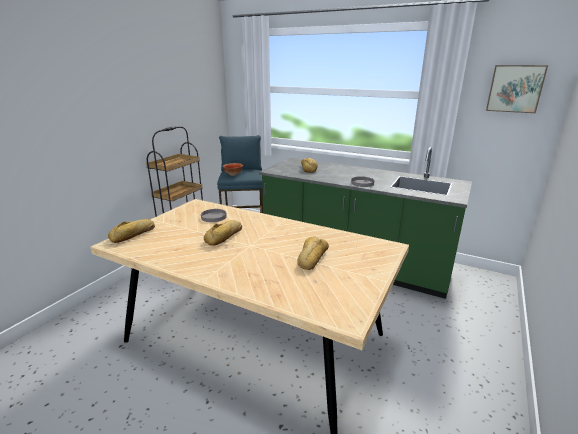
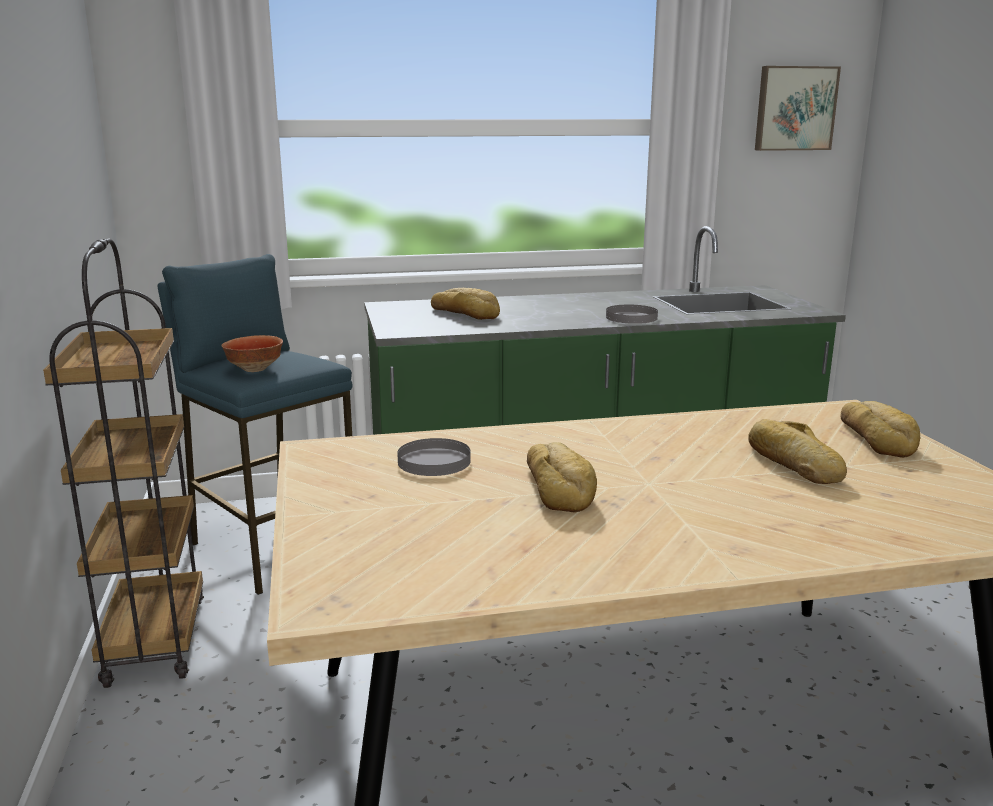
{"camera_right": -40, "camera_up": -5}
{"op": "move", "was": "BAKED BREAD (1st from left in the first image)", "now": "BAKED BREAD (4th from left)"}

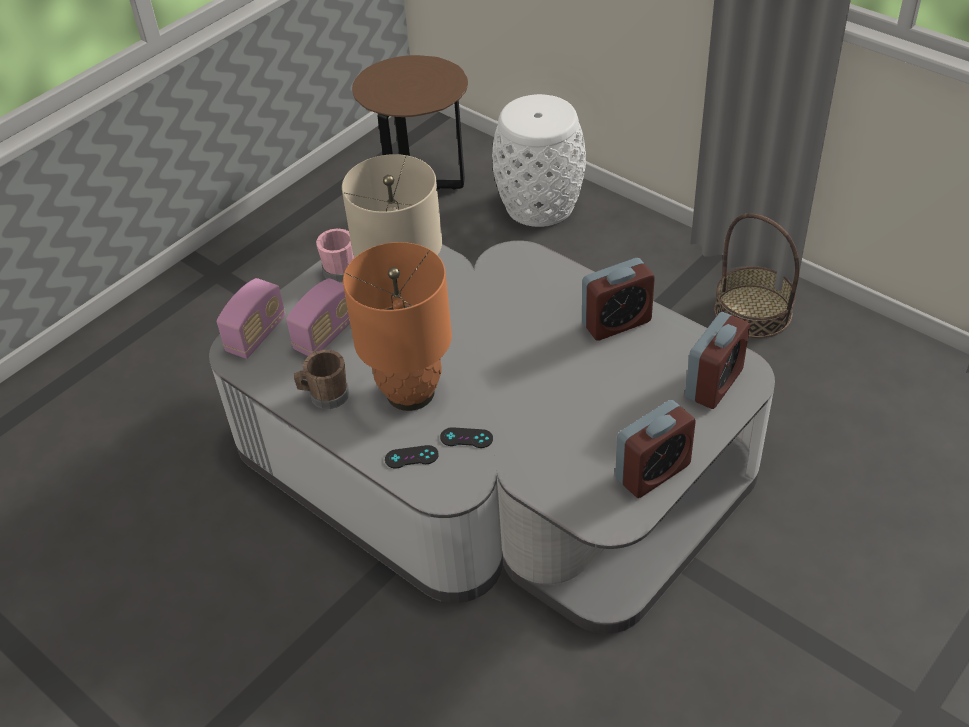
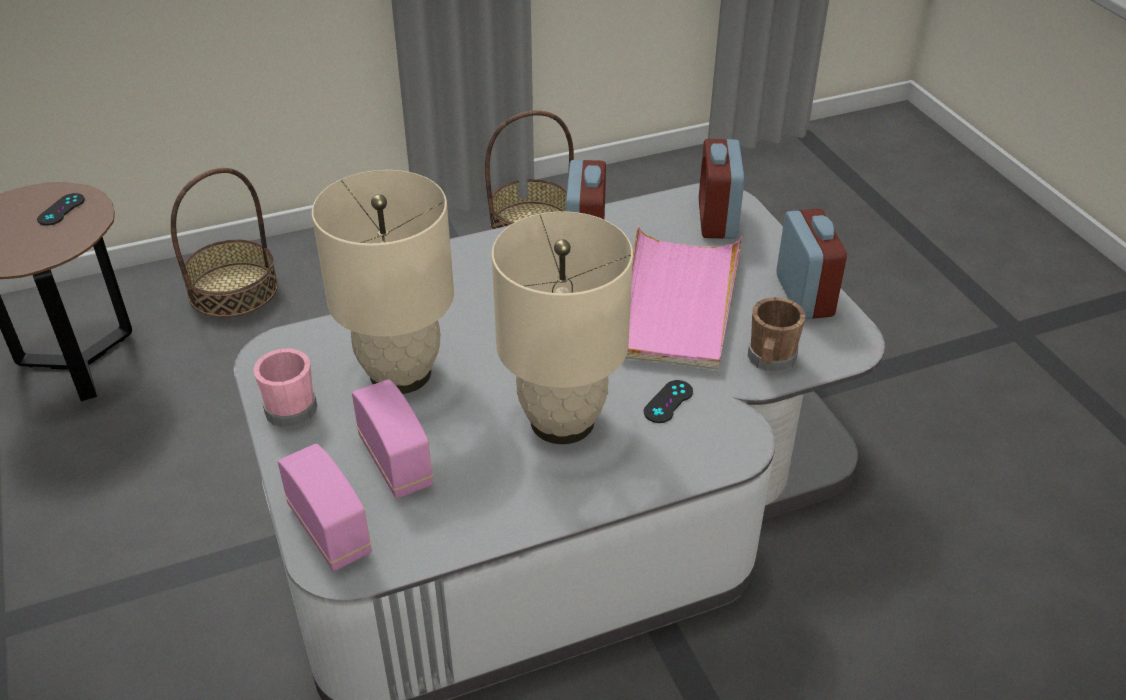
{"camera_right": -65, "camera_up": -5}
{"op": "move", "was": "BROWN TEA MUG"}
{"op": "recolor", "was": "ORANGE-COLOURED LAMP FOR A TABLE", "now": "BEIGE-COLOURED LAMP FOR A TABLE (2nd from left)"}
{"op": "move", "was": "BLACK-COLOURED GAME CONTROLLER (1st from left)"}
{"op": "replace", "was": "WHITE-COLOURED STOOL SEAT", "now": "HOUSEHOLD BASKET (1st from left)"}
{"op": "rotate", "was": "ALARM CLOCK (3rd from left in the first image)", "clockwise": -150}
{"op": "insert", "now": "PINK-COLOURED SERVING TRAY"}

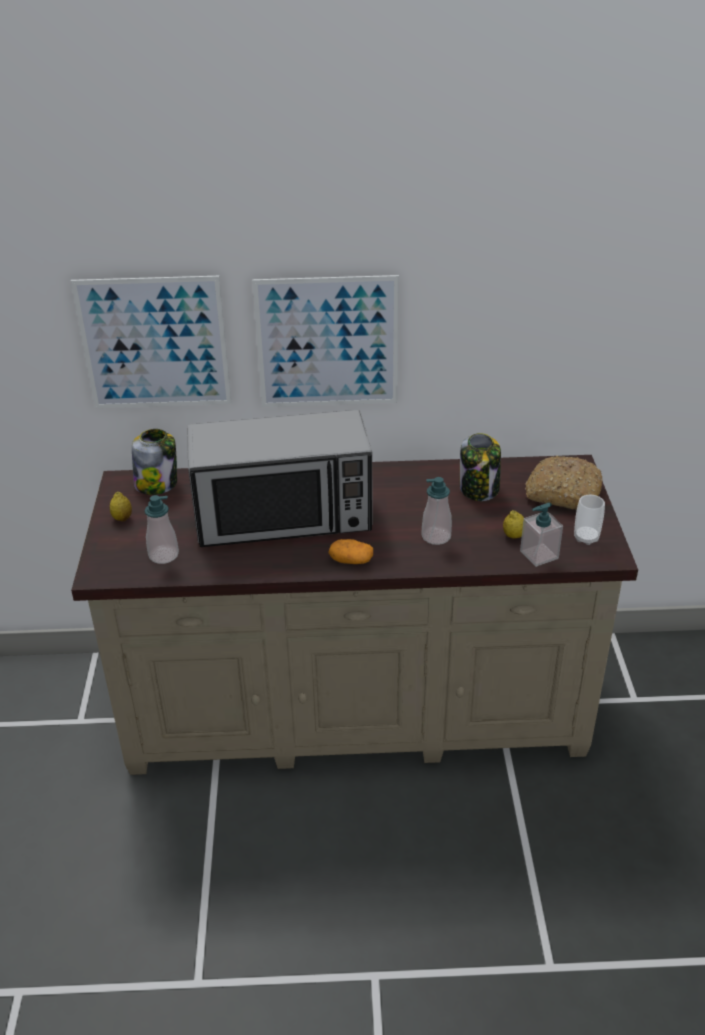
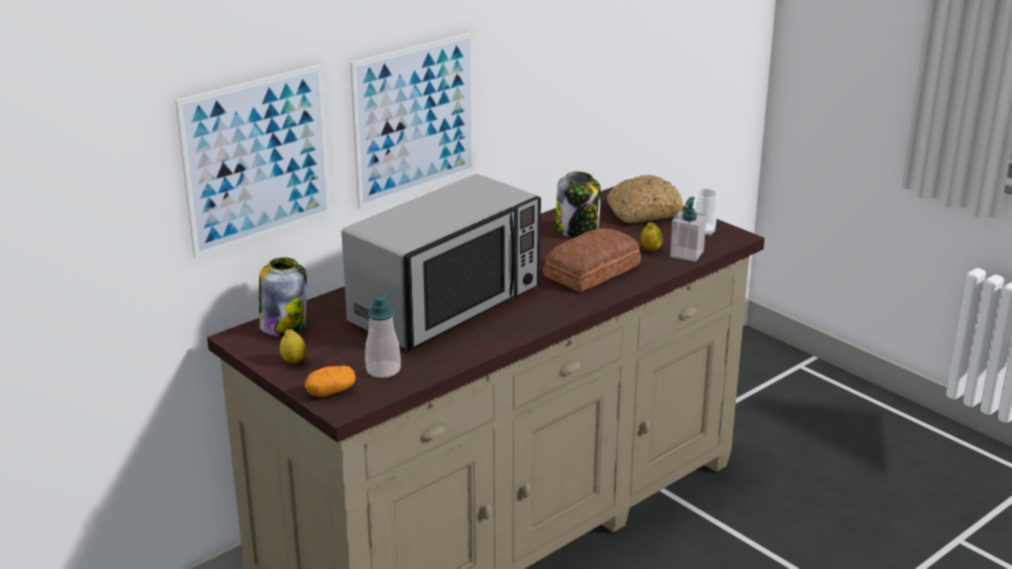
{"camera_right": -40, "camera_up": -10}
{"op": "move", "was": "POTATO"}
{"op": "replace", "was": "SOAP DISPENSER (2nd from left)", "now": "BAKED BREAD (1st from left)"}

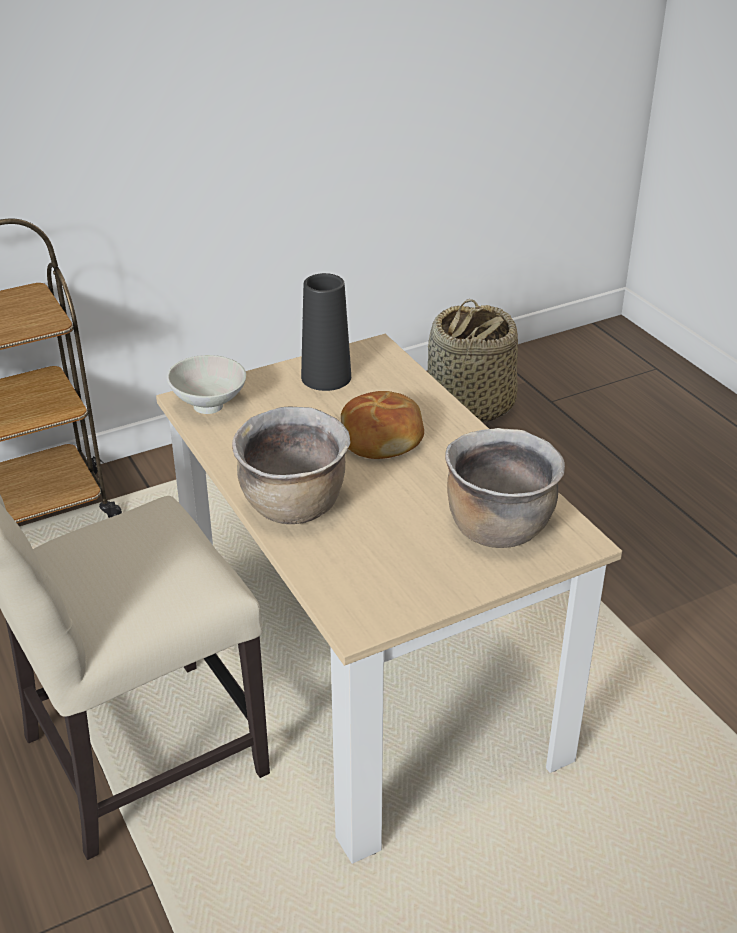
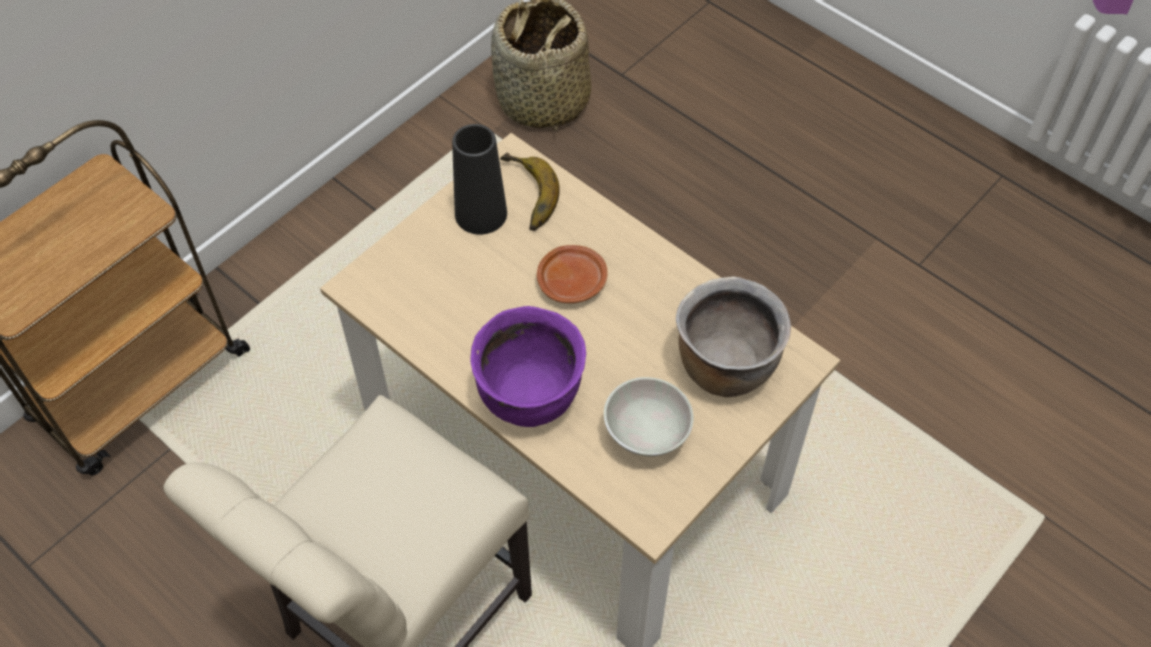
{"camera_right": -20, "camera_up": 20}
{"op": "move", "was": "WHITE-COLOURED BOWL"}
{"op": "recolor", "was": "BROWN STOCKPOT (1st from left)", "now": "PURPLE-COLOURED STOCKPOT"}
{"op": "replace", "was": "BAKED BREAD", "now": "BROWN FLAT DISH"}
{"op": "insert", "now": "BANANA"}

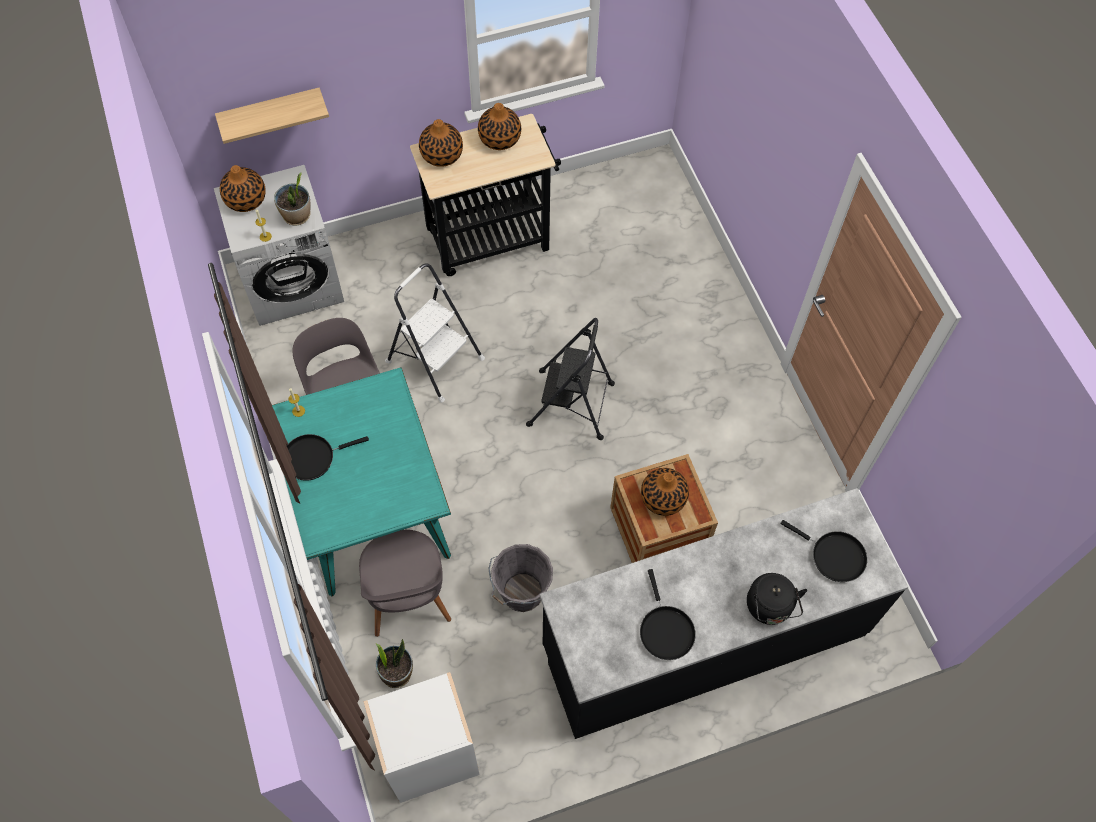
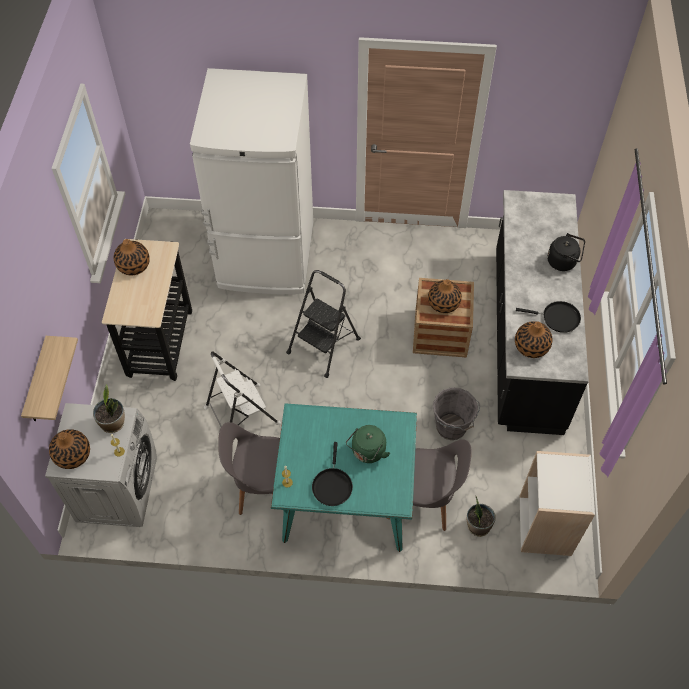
{"camera_right": -65, "camera_up": -5}
{"op": "move", "was": "DECORATIVE VASE (2nd from left in the first image)", "now": "DECORATIVE VASE (4th from left)"}
{"op": "delete", "was": "BLACK-COLOURED FRYING PAN (3rd from left)"}
{"op": "insert", "now": "WHITE-COLOURED KITCHEN FRIDGE"}
{"op": "insert", "now": "GREEN-COLOURED TEA KETTLE"}

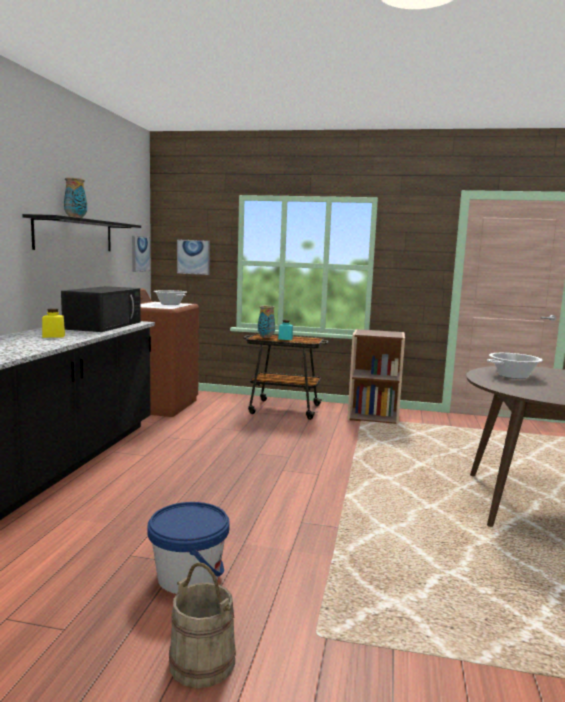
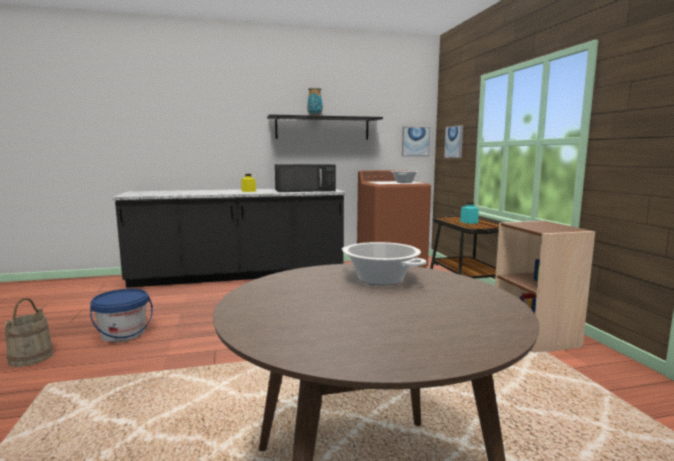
{"camera_right": 65, "camera_up": 0}
{"op": "delete", "was": "DECORATIVE VASE (2nd from left)"}

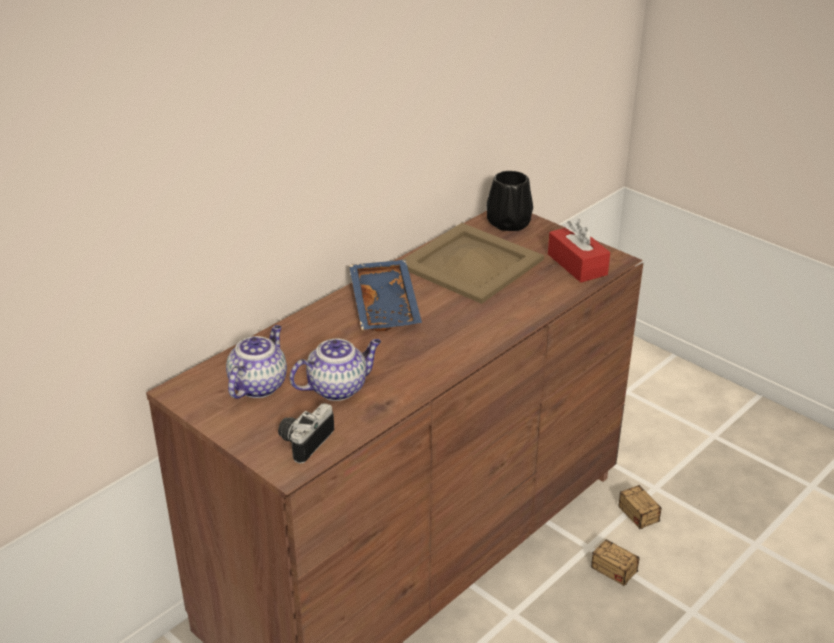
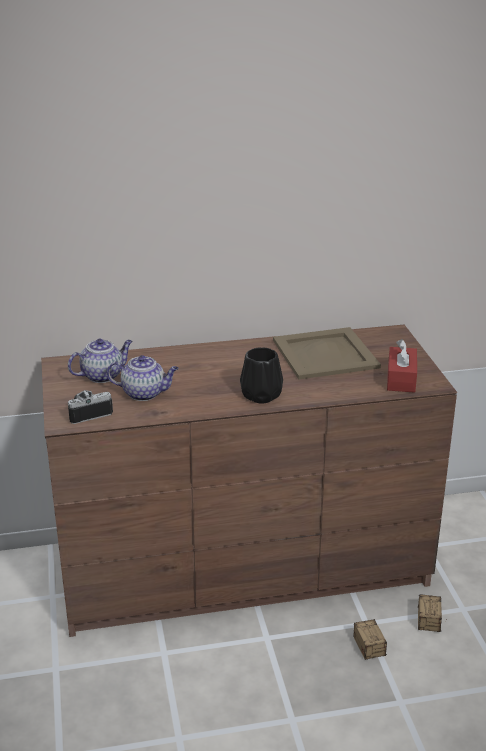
{"camera_right": 35, "camera_up": -5}
{"op": "delete", "was": "BLUE SERVING TRAY"}
{"op": "move", "was": "BLACK-COLOURED DECORATIVE VASE"}

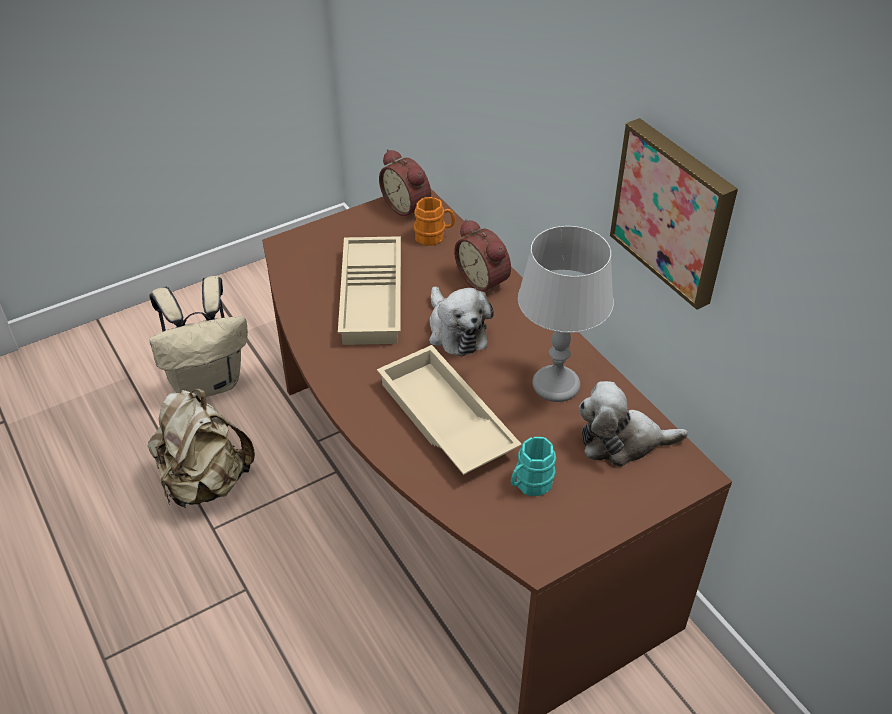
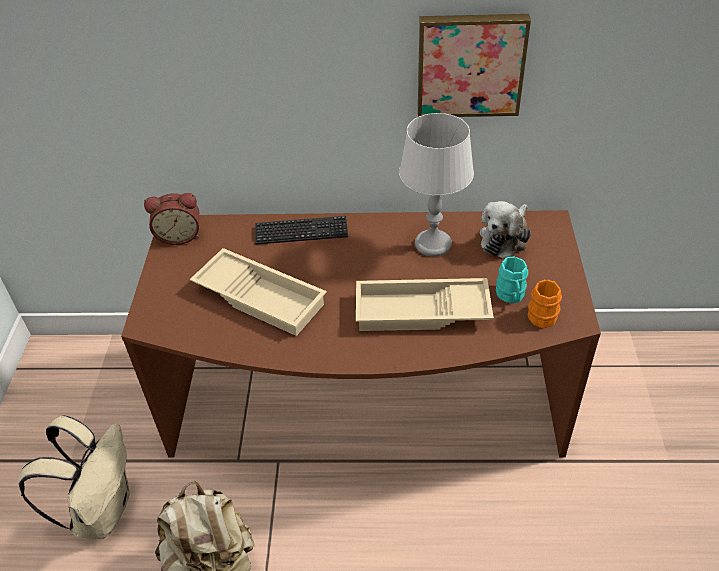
{"camera_right": -55, "camera_up": 0}
{"op": "move", "was": "ORANGE-COLOURED TEA MUG"}
{"op": "delete", "was": "PLUSH TOY (1st from left)"}
{"op": "replace", "was": "ALARM CLOCK (2nd from left)", "now": "KEYBOARD"}

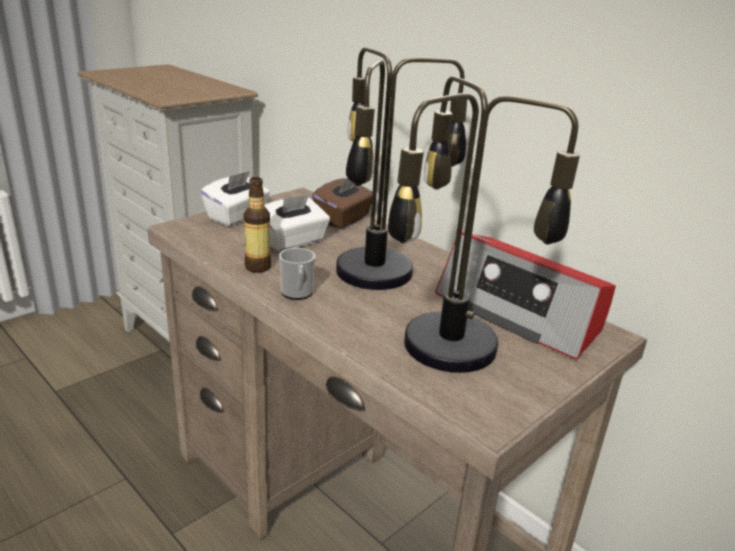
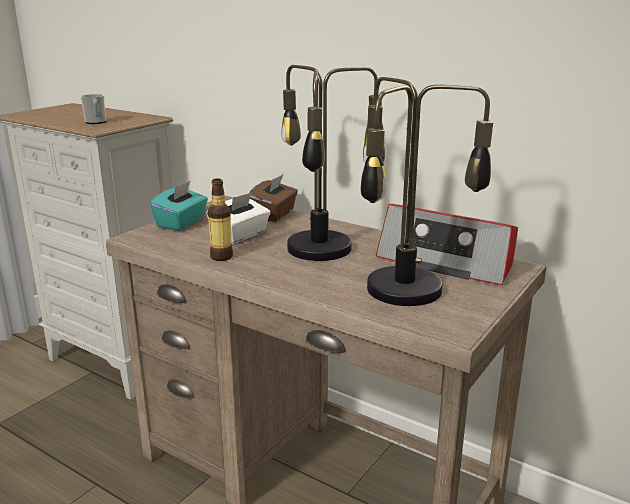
{"camera_right": -10, "camera_up": -5}
{"op": "recolor", "was": "WHITE-COLOURED TISSUE HOLDER (1st from left)", "now": "TURQUOISE TISSUE HOLDER"}
{"op": "move", "was": "TEA MUG"}

